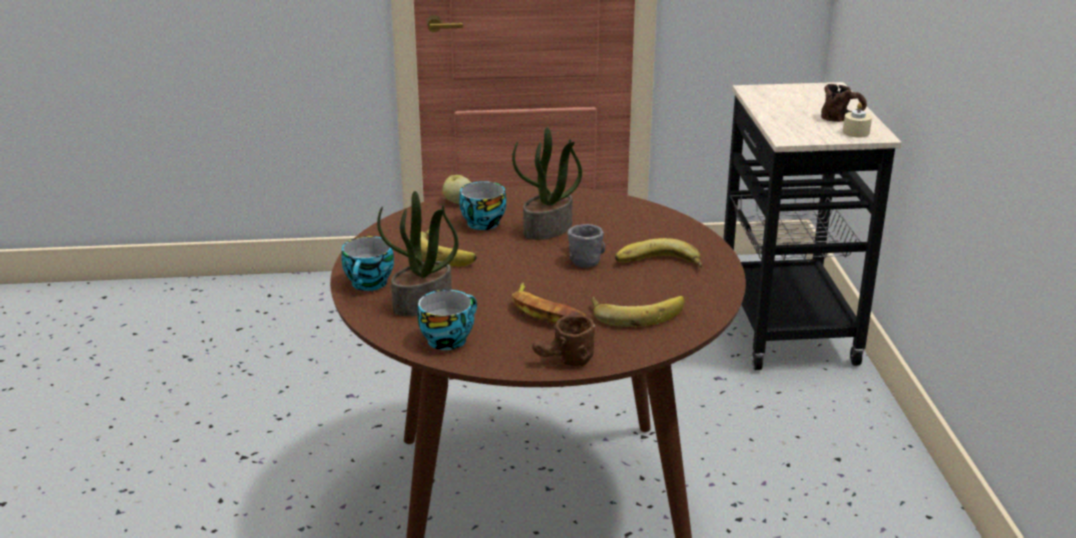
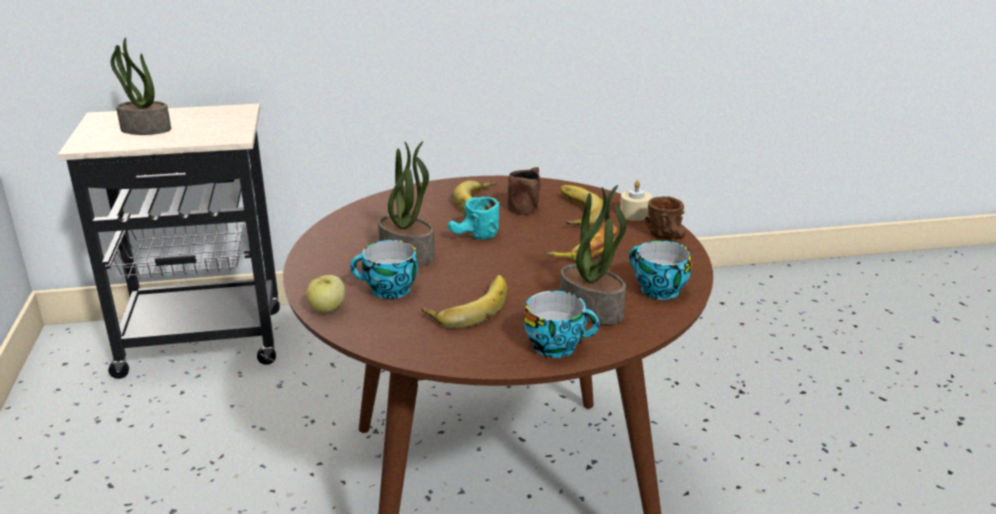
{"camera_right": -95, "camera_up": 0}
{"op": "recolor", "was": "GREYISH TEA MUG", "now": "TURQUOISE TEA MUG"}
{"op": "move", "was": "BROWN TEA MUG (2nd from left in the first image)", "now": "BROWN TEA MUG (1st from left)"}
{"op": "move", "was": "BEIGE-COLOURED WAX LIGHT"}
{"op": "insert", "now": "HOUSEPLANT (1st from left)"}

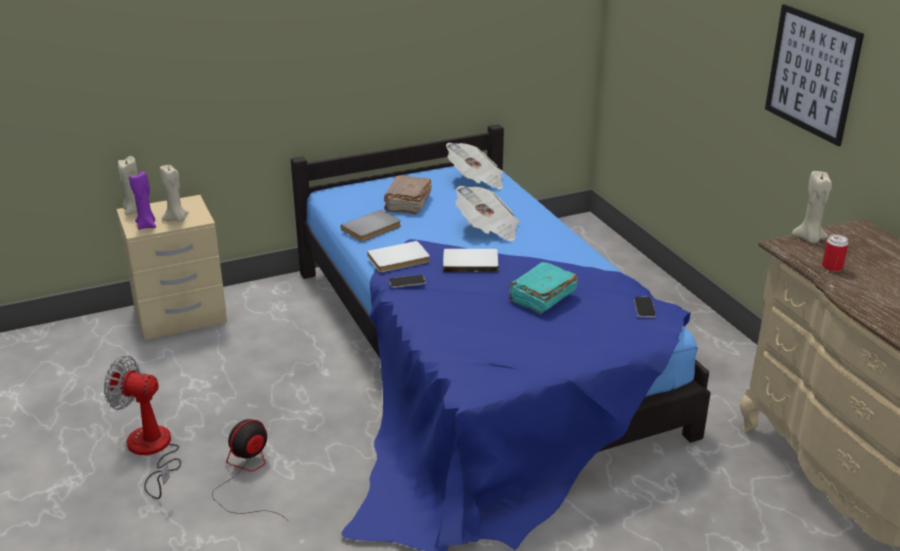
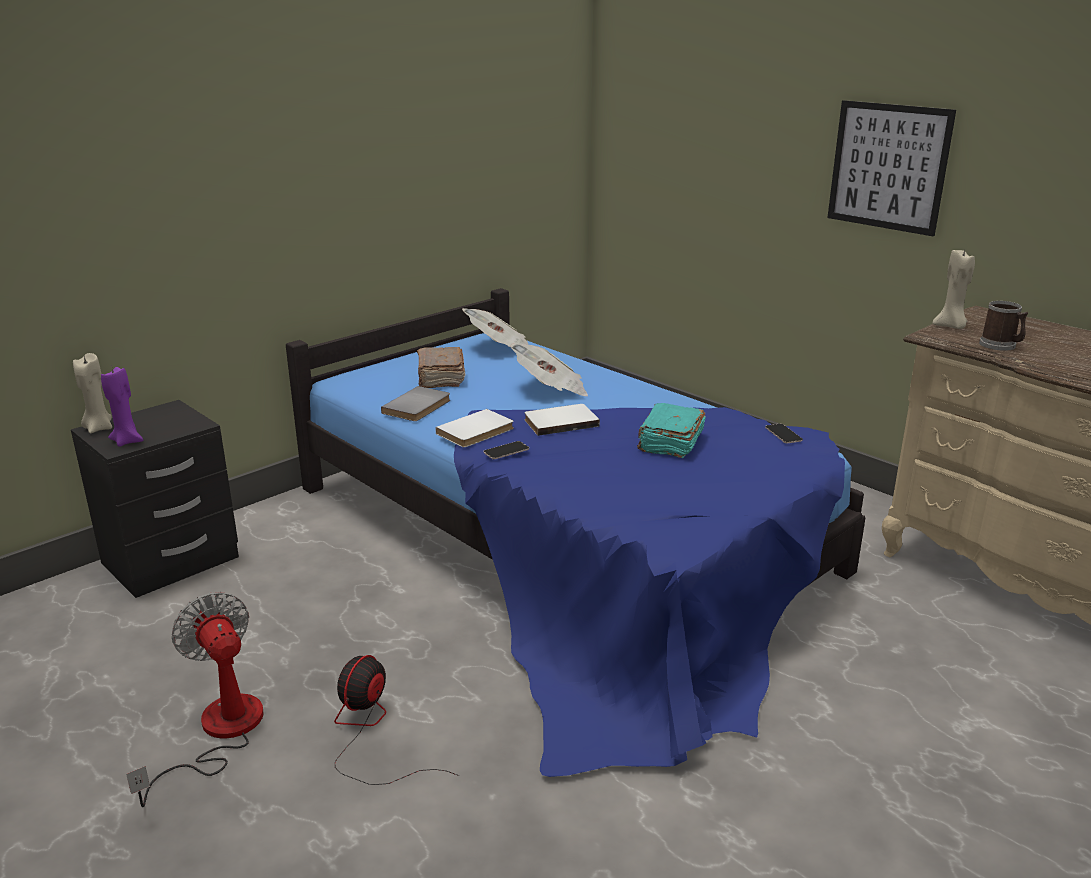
{"camera_right": -20, "camera_up": -5}
{"op": "rotate", "was": "COOLING FAN (1st from left)", "clockwise": 60}
{"op": "recolor", "was": "BEIGE-COLOURED NIGHT TABLE", "now": "BLACK-COLOURED NIGHT TABLE"}
{"op": "delete", "was": "BEIGE-COLOURED WAX LIGHT (2nd from left)"}
{"op": "replace", "was": "METAL CAN", "now": "TEA MUG"}

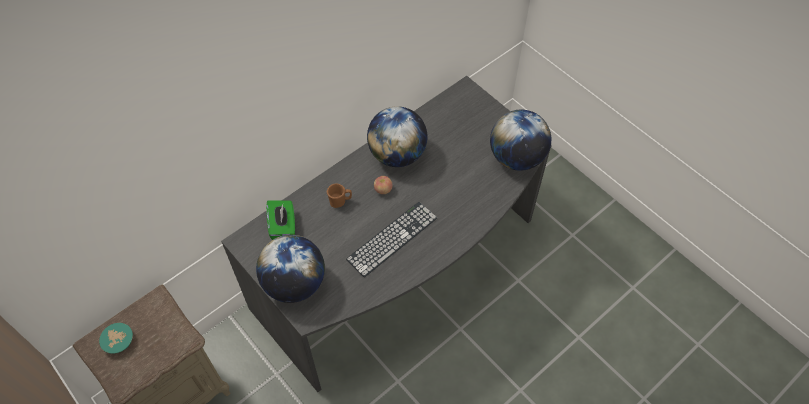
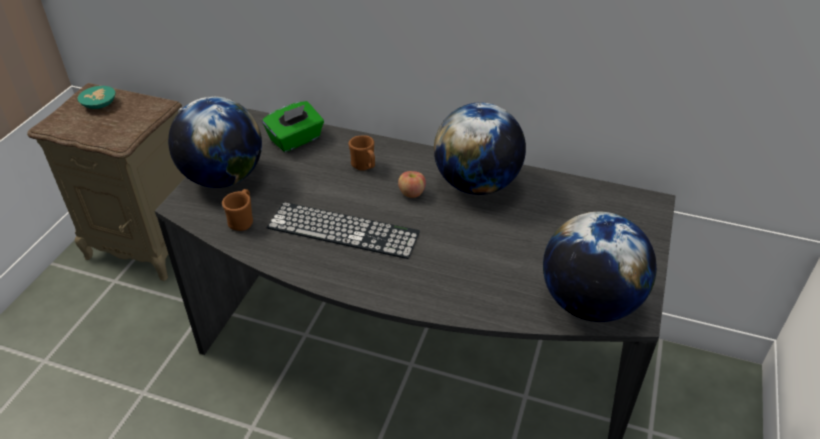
{"camera_right": 60, "camera_up": -15}
{"op": "insert", "now": "BROWN TEA MUG (1st from left)"}

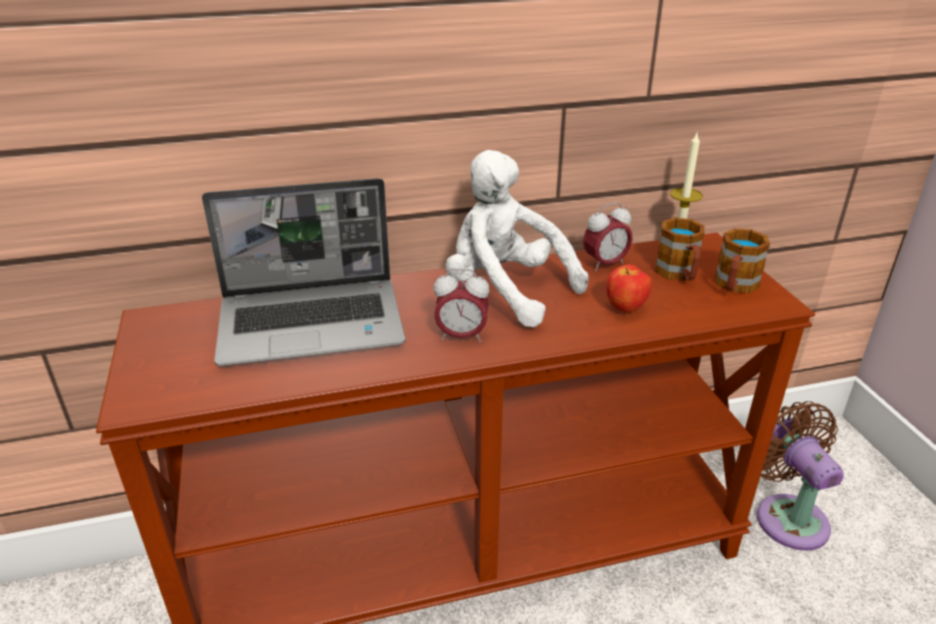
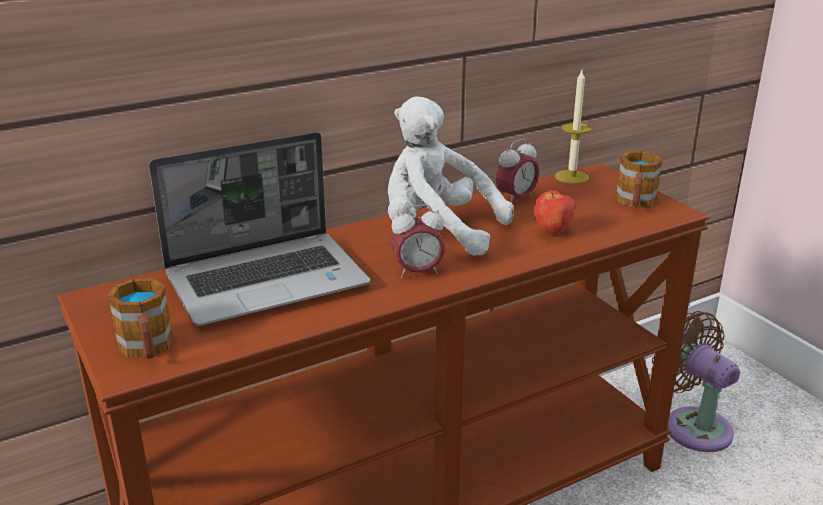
{"camera_right": -15, "camera_up": -5}
{"op": "move", "was": "TEA MUG (1st from left)"}

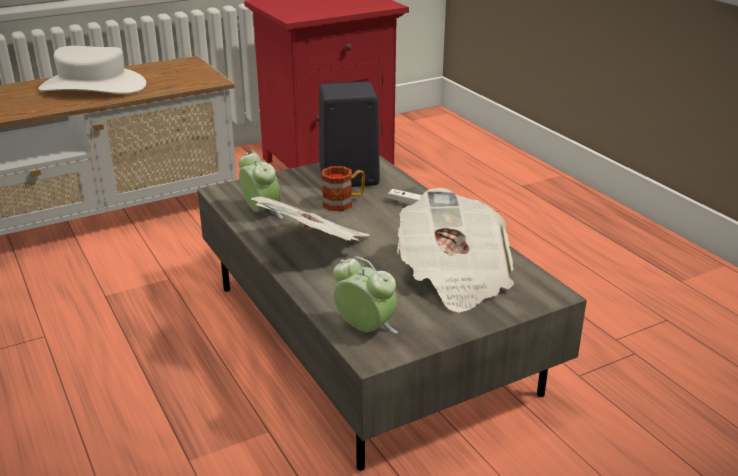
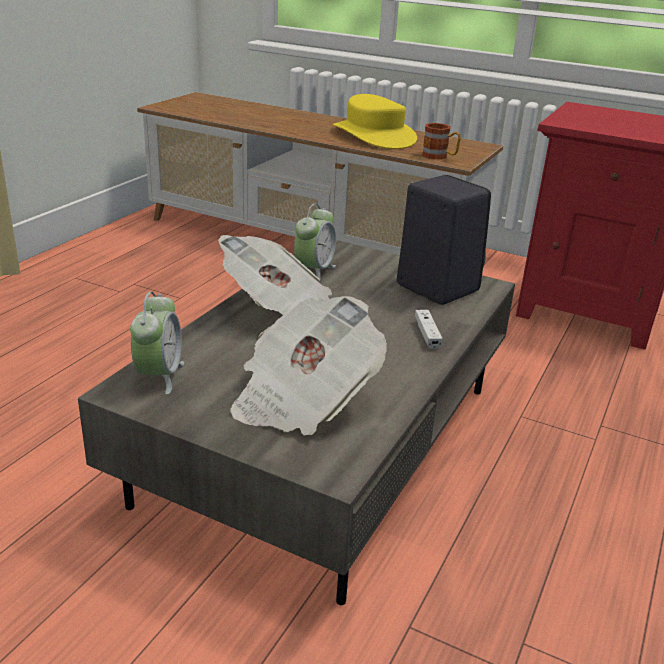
{"camera_right": 55, "camera_up": 0}
{"op": "recolor", "was": "WHITE-COLOURED HAT", "now": "YELLOW HAT"}
{"op": "move", "was": "TEA MUG"}

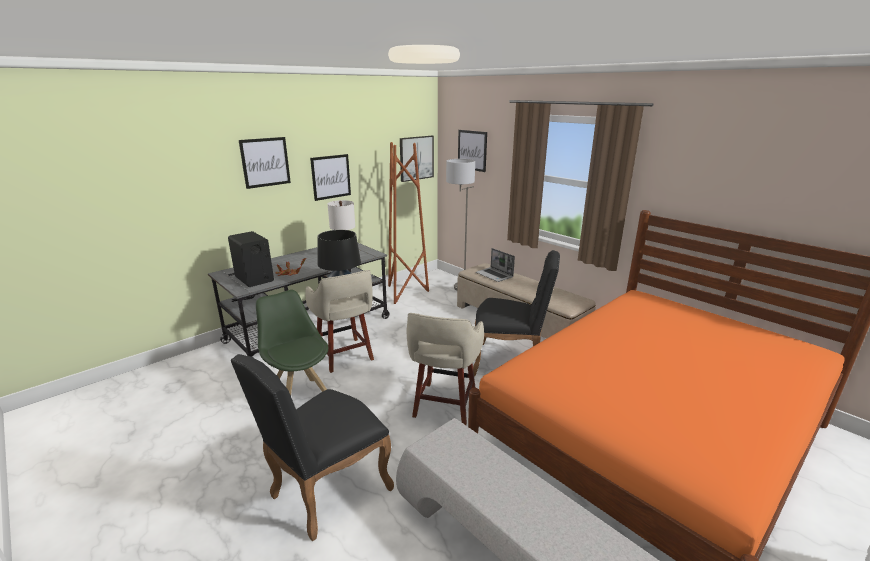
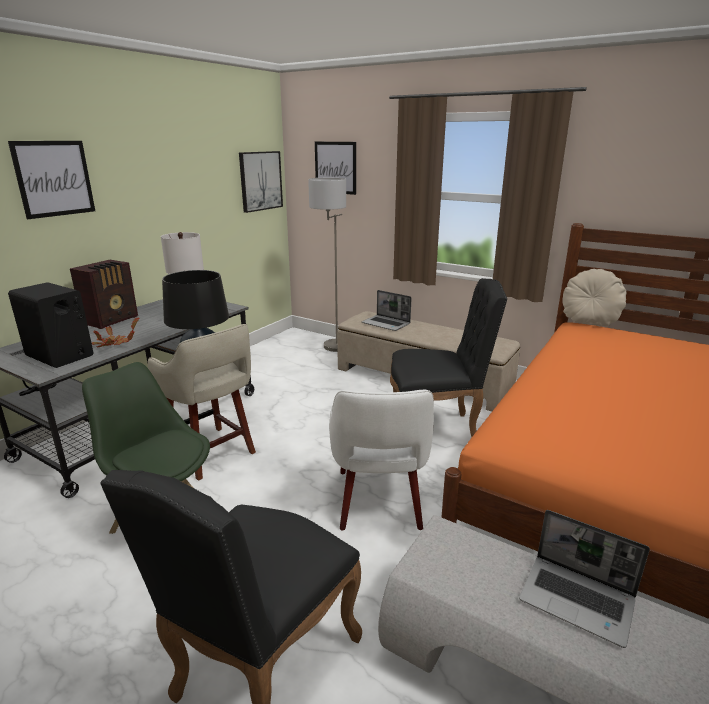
{"camera_right": -15, "camera_up": 0}
{"op": "delete", "was": "PICTURE (2nd from left)"}
{"op": "delete", "was": "BROWN GARMENT STAND"}
{"op": "replace", "was": "BEIGE-COLOURED STOOL SEAT (2nd from left)", "now": "WHITE-COLOURED EASY CHAIR"}
{"op": "insert", "now": "RADIO RECEIVER"}
{"op": "insert", "now": "NOTEBOOK COMPUTER (2nd from left)"}
{"op": "insert", "now": "BEIGE-COLOURED THROW PILLOW"}

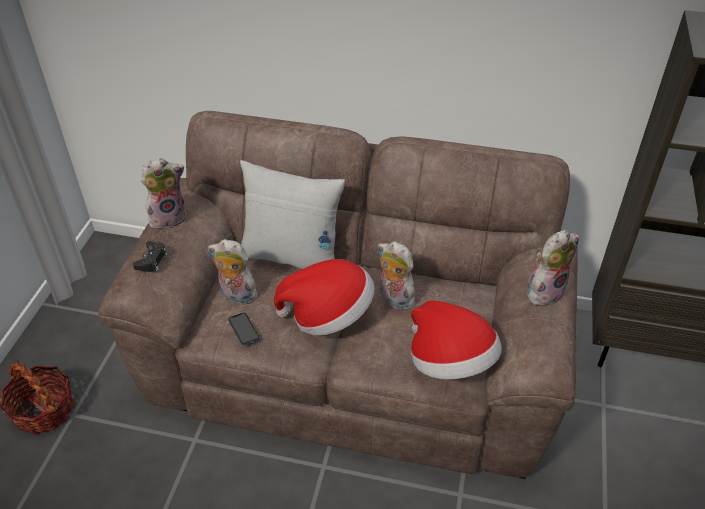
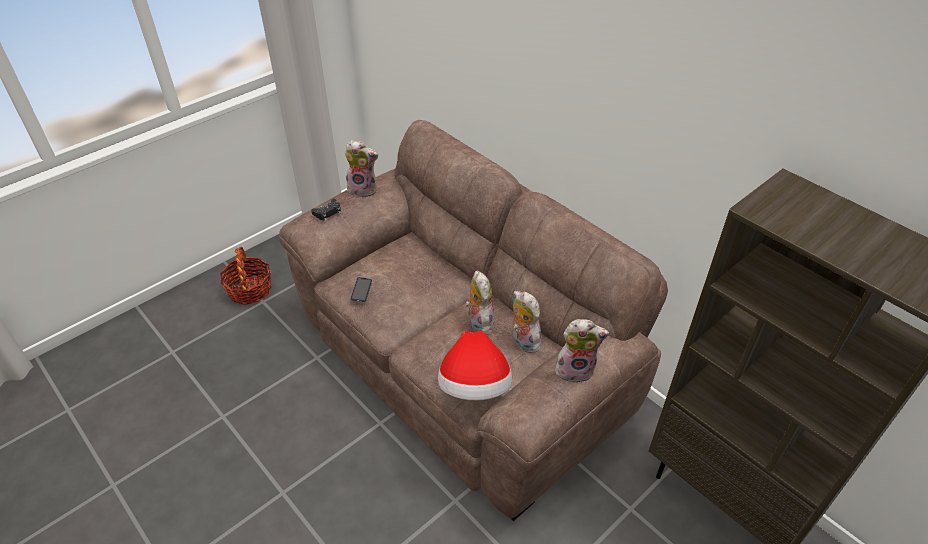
{"camera_right": 35, "camera_up": 0}
{"op": "move", "was": "PLUSH TOY (2nd from left in the first image)", "now": "PLUSH TOY (3rd from left)"}
{"op": "delete", "was": "GREYISH THROW PILLOW"}
{"op": "delete", "was": "HAT (1st from left)"}

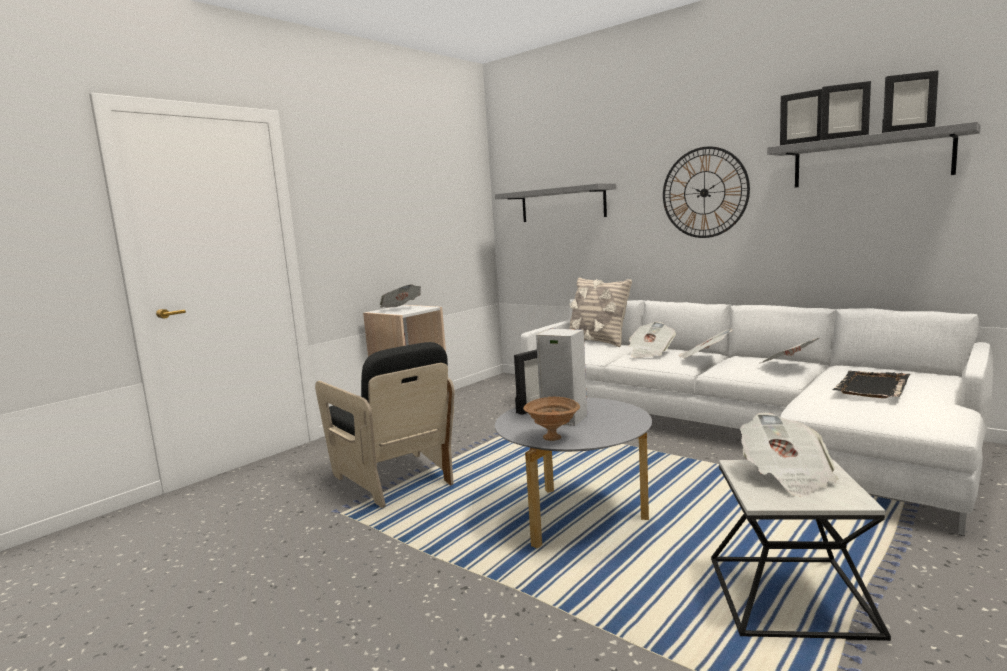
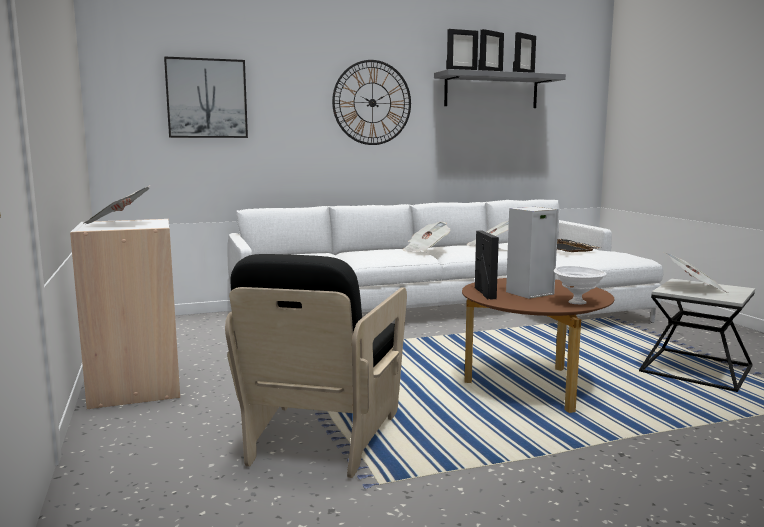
{"camera_right": -60, "camera_up": 0}
{"op": "rotate", "was": "BLACK-COLOURED EASY CHAIR", "clockwise": 105}
{"op": "replace", "was": "GREYISH WALL SHELF (1st from left)", "now": "PICTURE"}
{"op": "recolor", "was": "GREYISH COFFEE TABLE", "now": "BROWN COFFEE TABLE"}
{"op": "recolor", "was": "BROWN BOWL", "now": "WHITE-COLOURED BOWL"}
{"op": "delete", "was": "BEIGE-COLOURED THROW PILLOW"}
{"op": "delete", "was": "NEWSPAPER (2nd from left)"}

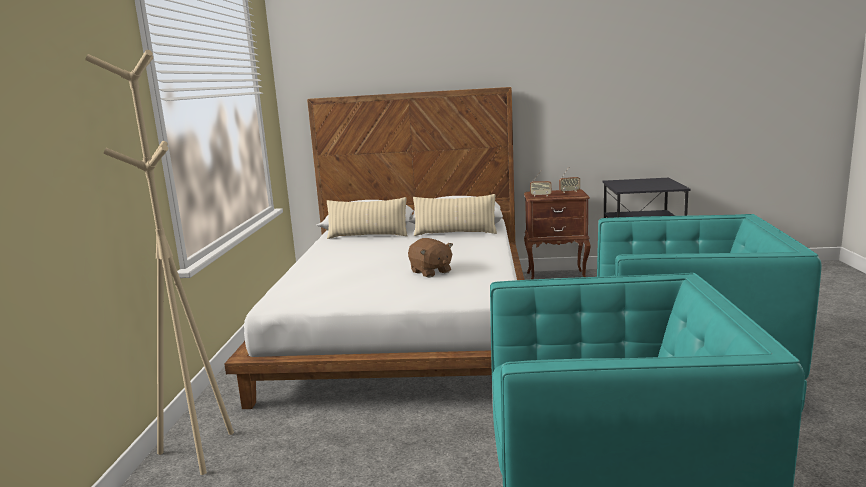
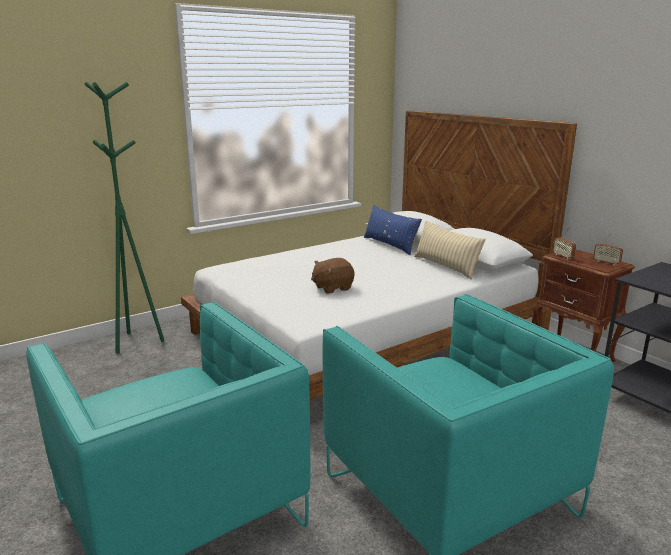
{"camera_right": 50, "camera_up": 5}
{"op": "recolor", "was": "BEIGE-COLOURED GARMENT STAND", "now": "GREEN-COLOURED GARMENT STAND"}
{"op": "recolor", "was": "BEIGE-COLOURED THROW PILLOW (1st from left)", "now": "BLUE THROW PILLOW"}
{"op": "rotate", "was": "BROWN PLUSH TOY", "clockwise": 45}

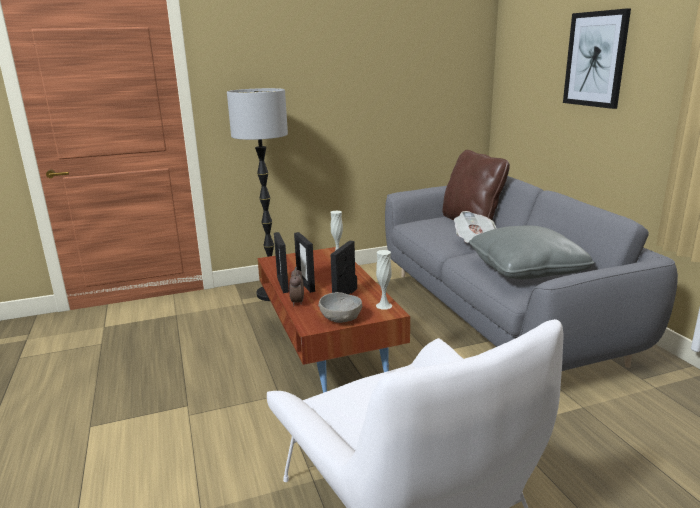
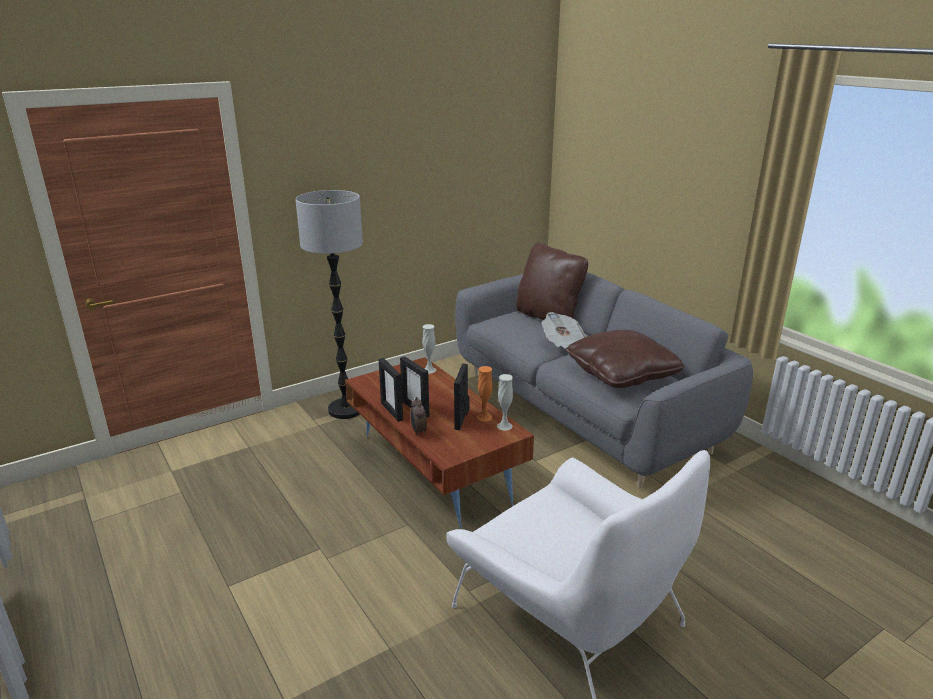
{"camera_right": -15, "camera_up": 5}
{"op": "delete", "was": "GREYISH BOWL"}
{"op": "recolor", "was": "GREYISH THROW PILLOW", "now": "BROWN THROW PILLOW (2nd from left)"}
{"op": "delete", "was": "PICTURE"}
{"op": "insert", "now": "ORANGE-COLOURED DECORATIVE VASE"}

